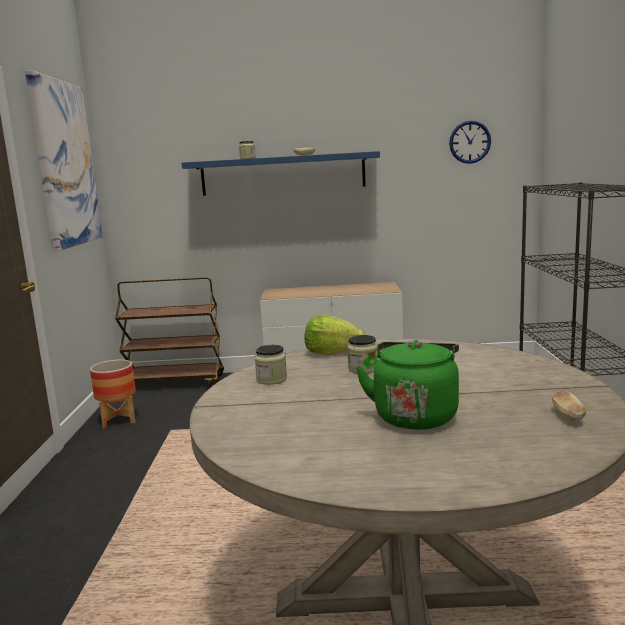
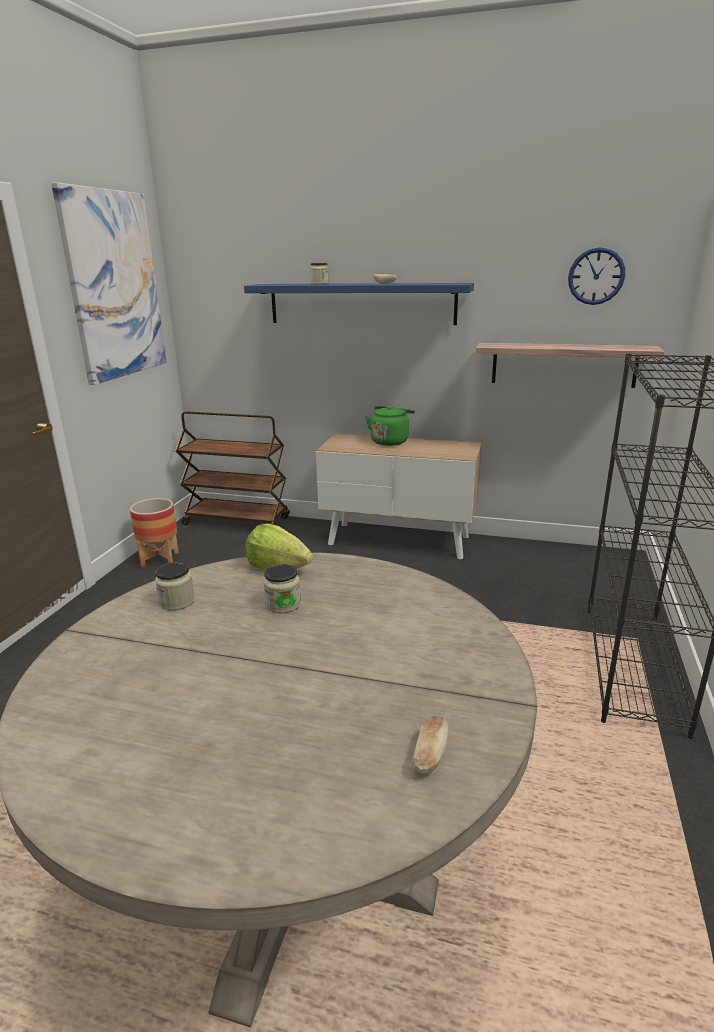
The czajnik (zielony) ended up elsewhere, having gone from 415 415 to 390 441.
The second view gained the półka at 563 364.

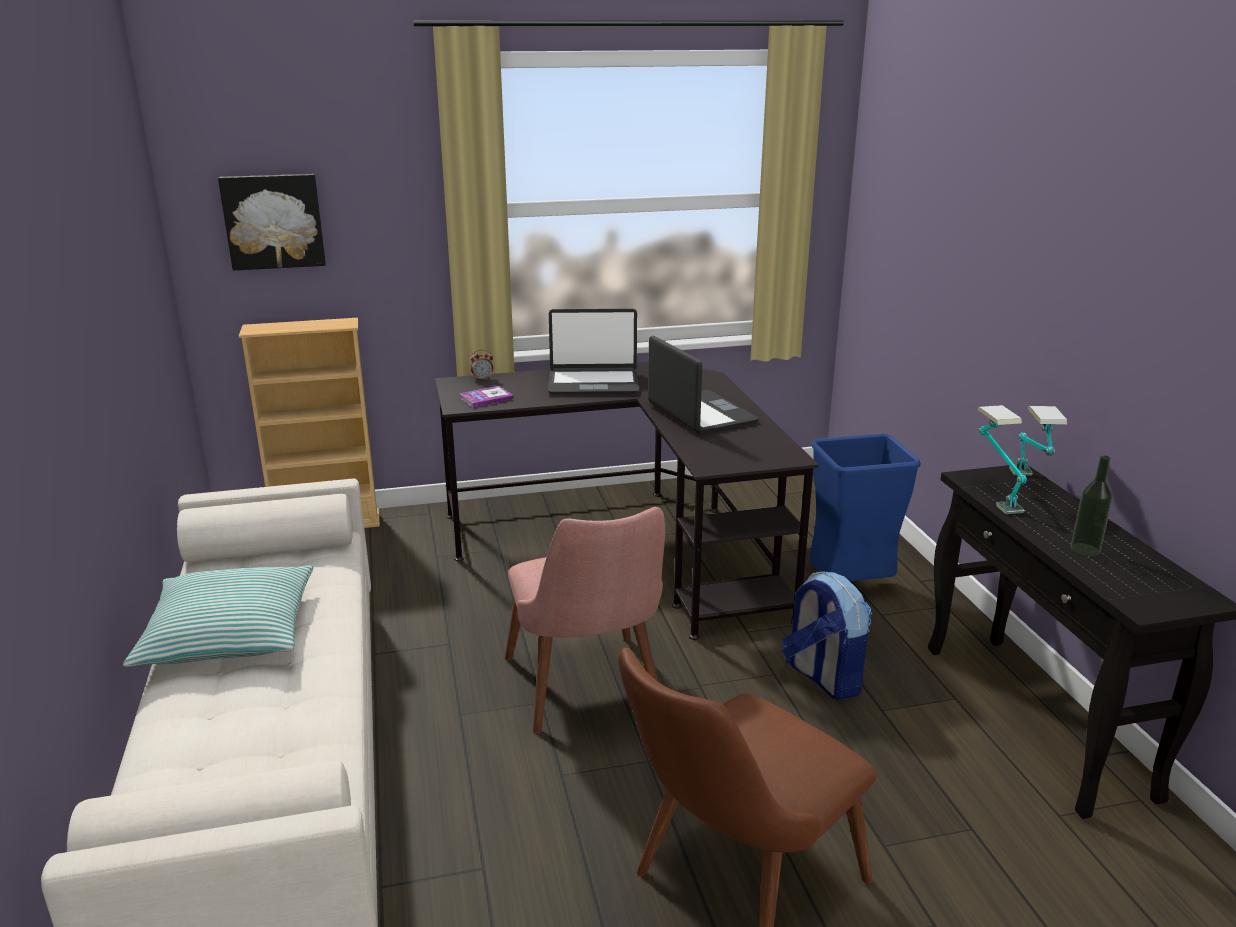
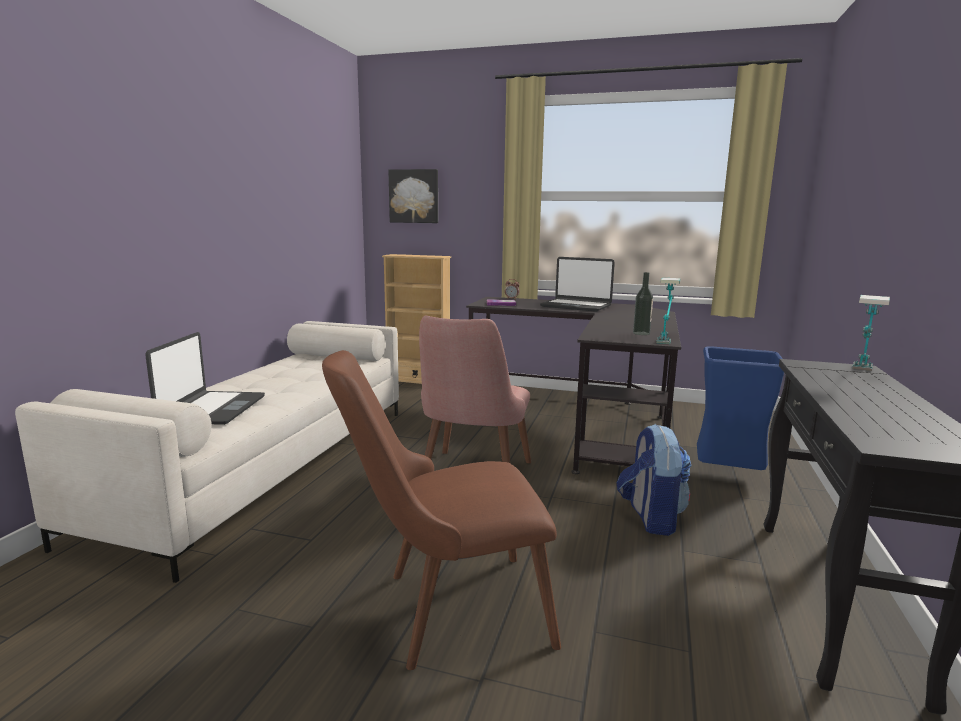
The laptop ended up elsewhere, having gone from 700 414 to 212 409.
The butelka ended up elsewhere, having gone from 1085 550 to 641 333.
The lampa stołowa ended up elsewhere, having gone from 993 495 to 664 338.
The second view lost the poduszka at 229 633.

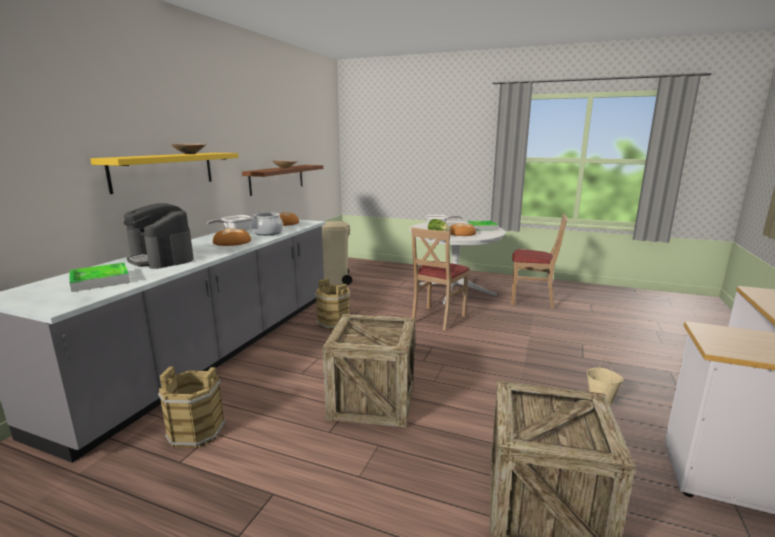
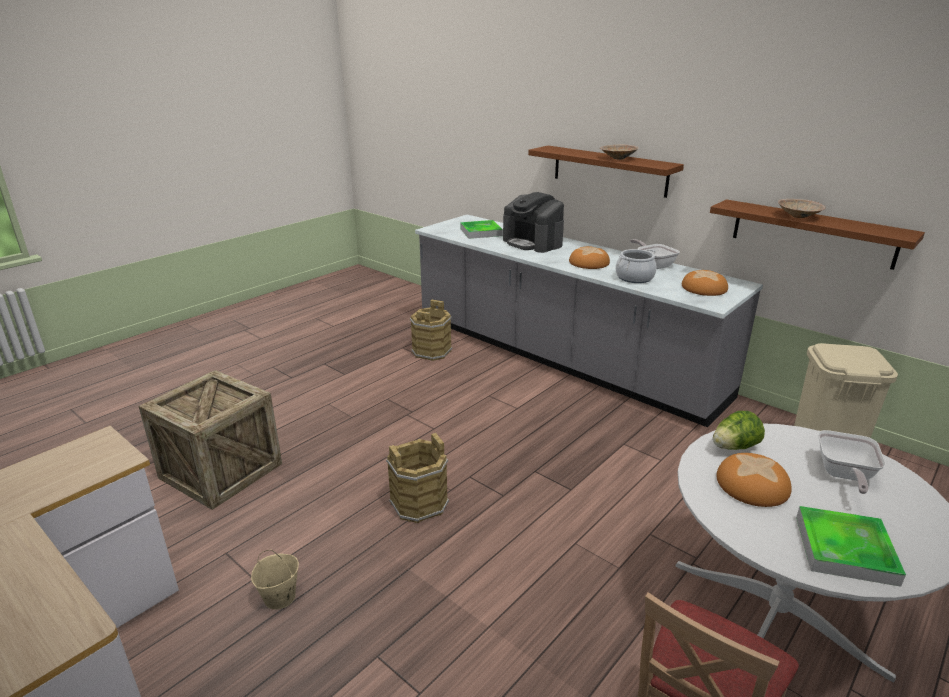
The wiadro (brązowy) ended up elsewhere, having gone from 334 322 to 419 504.
The ekspres do kawy at 162 259 ended up facing another way, 105 degrees counterclockwise from before.
What was the półka (żółty) at 164 171 turned into the półka (brązowy) at 609 170.
The second view lost the skrzynka at 372 400.
The second view lost the krzesło (beżowy) at 437 318.

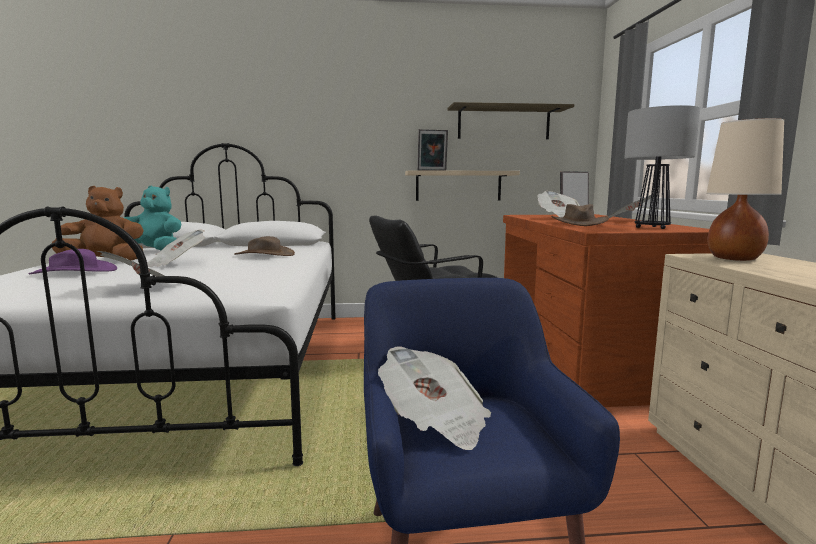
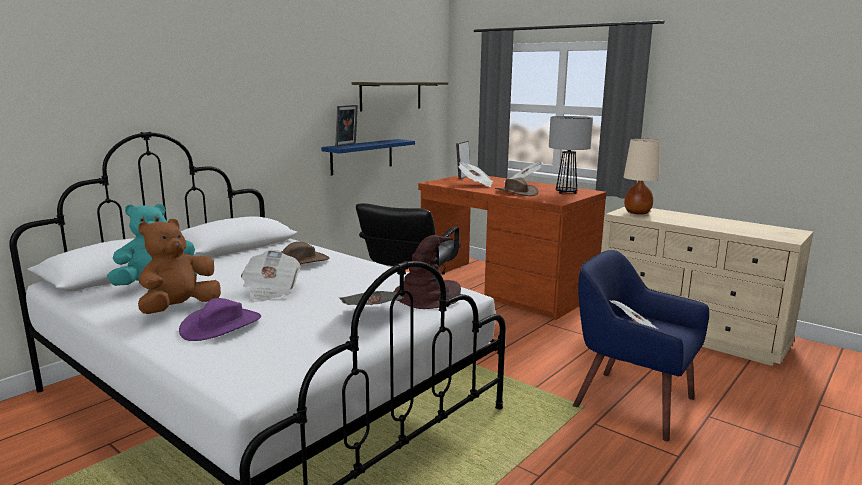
What was the półka (beżowy) at 458 186 turned into the półka (niebieski) at 362 156.
The second view gained the kapelusz (brązowy) at 427 296.

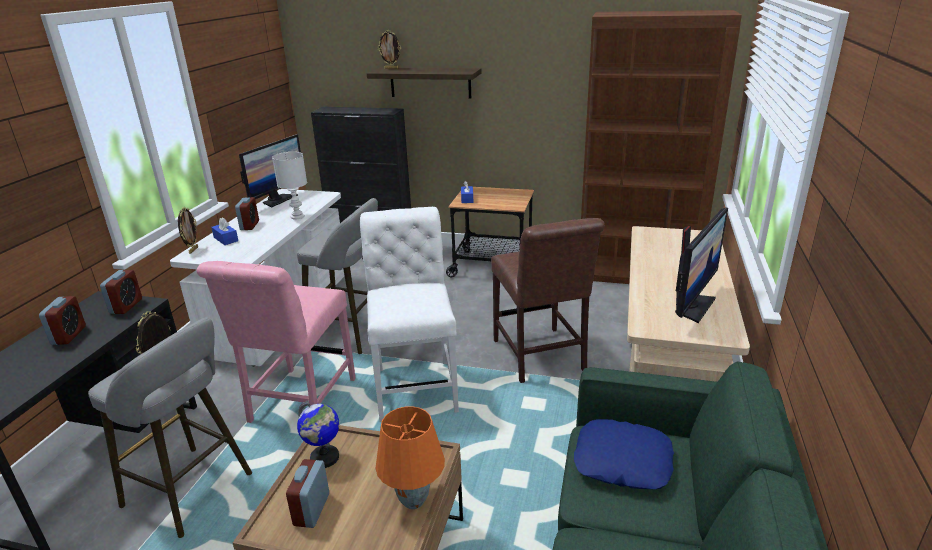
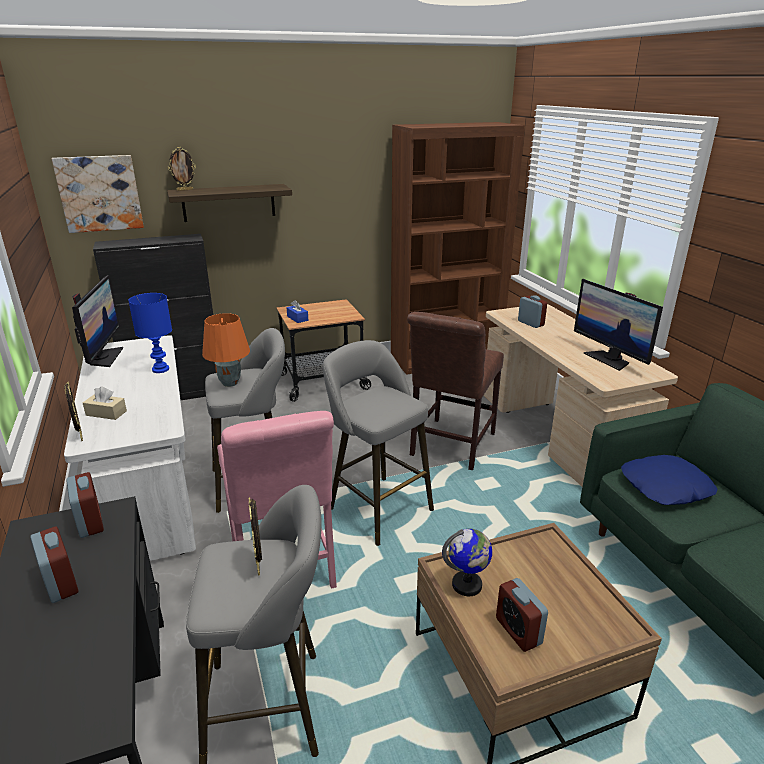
The second view gained the obraz at 99 193.
What was the pudełko chusteczek (niebieski) at 226 239 turned into the pudełko chusteczek (beżowy) at 106 413.
What was the lampa stołowa (biały) at 297 217 turned into the lampa stołowa (niebieski) at 161 369.
The lampa stołowa (pomarańczowy) ended up elsewhere, having gone from 414 501 to 230 383.
Where the krzesło (biały) stood at 416 386, the stołek (szary) came to stand at 376 507.
The krzesło (brązowy) at 540 358 ended up facing another way, 75 degrees clockwise from before.
The budzik ended up elsewhere, having gone from 249 225 to 530 323.
The monitor at 692 306 ended up facing another way, 150 degrees clockwise from before.

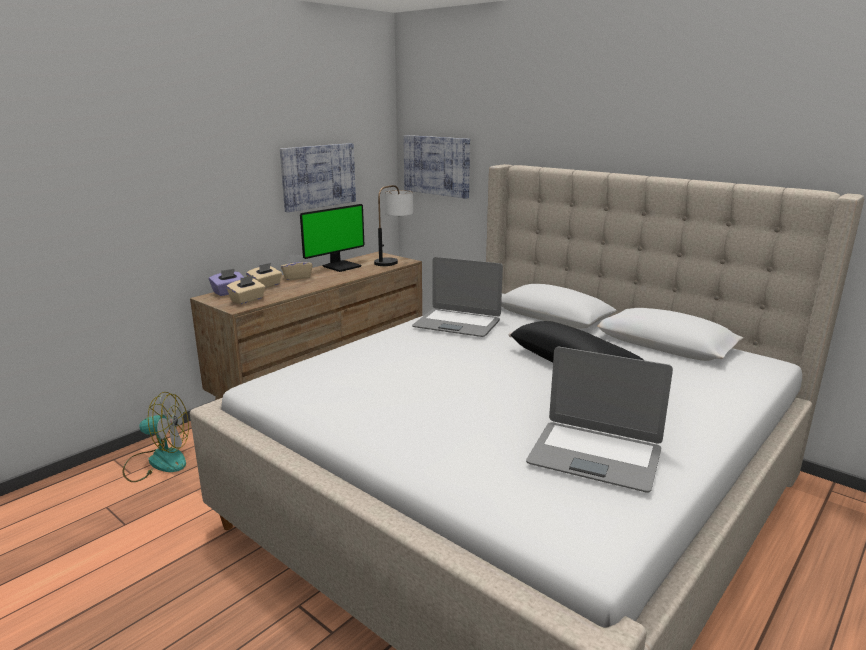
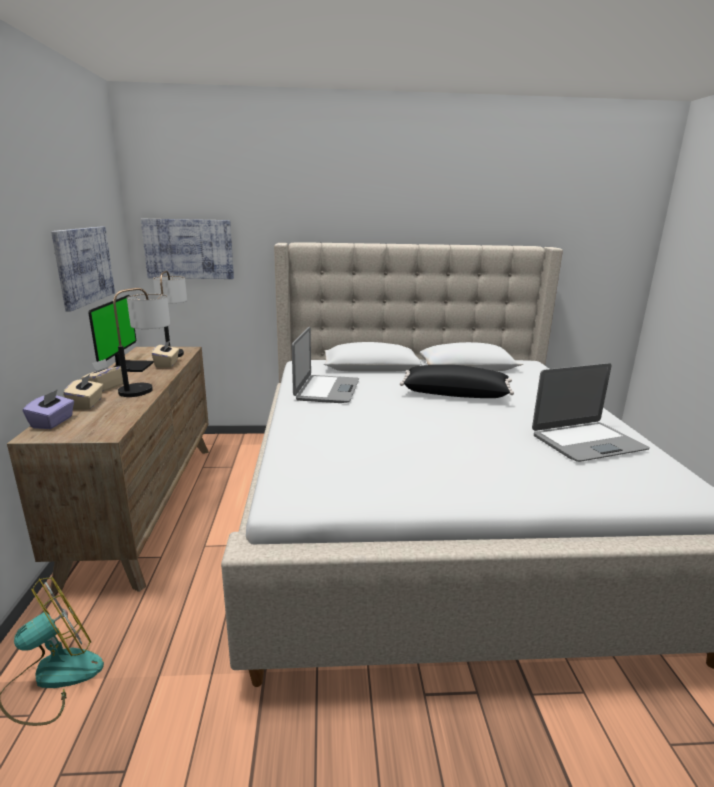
The second view gained the lampa stołowa at 149 386.
The pudełko chusteczek (beżowy) ended up elsewhere, having gone from 247 300 to 167 364.
The laptop at 457 324 ended up facing another way, 60 degrees counterclockwise from before.

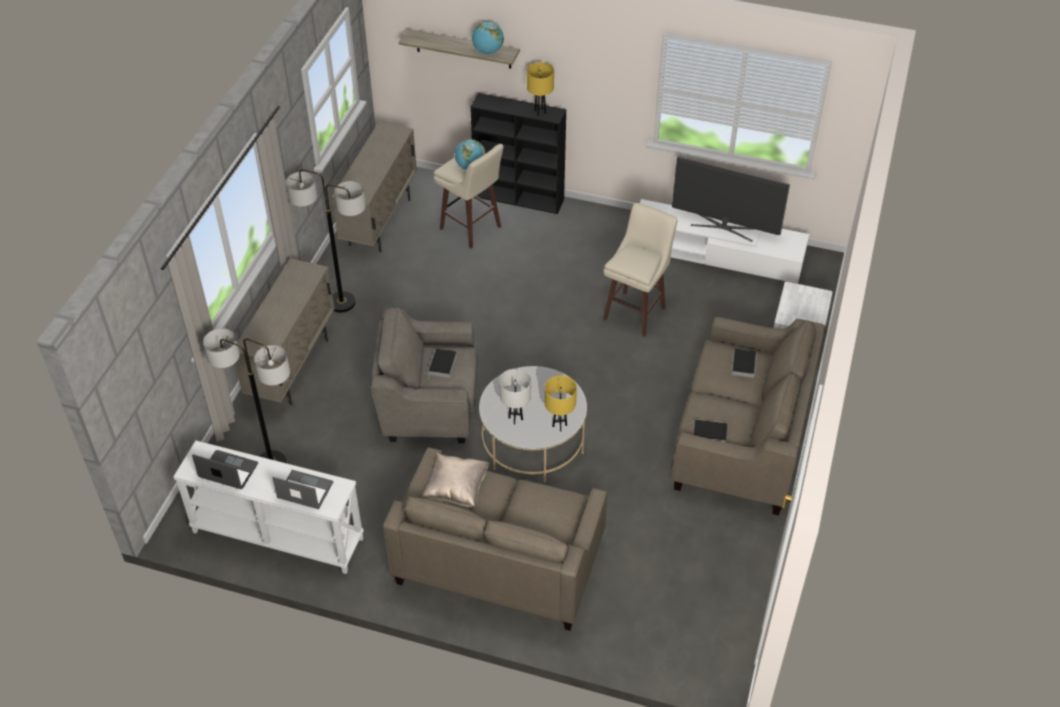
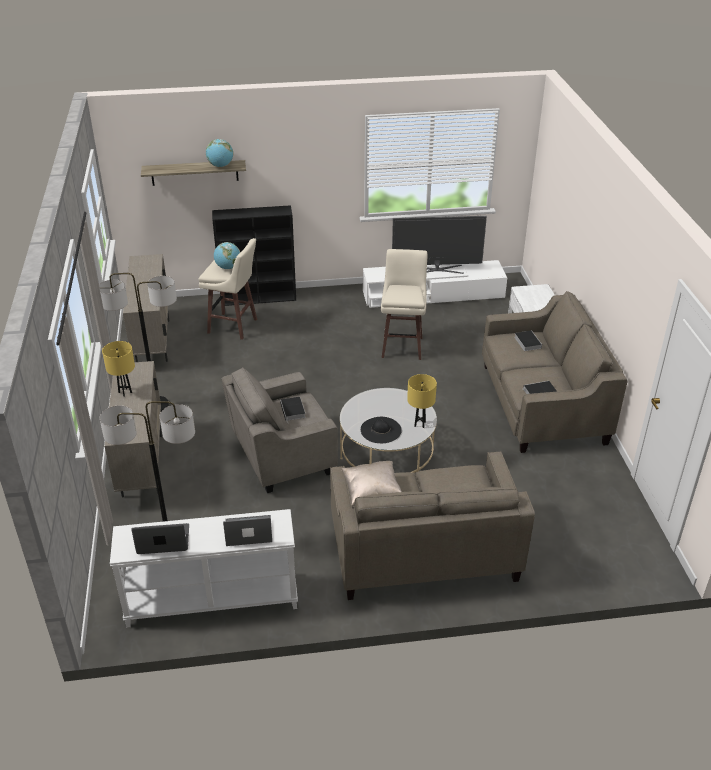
The lampa stołowa (żółty) ended up elsewhere, having gone from 540 112 to 125 392.
Where the lampa stołowa (biały) stood at 515 418, the kapelusz (czarny) came to stand at 381 430.

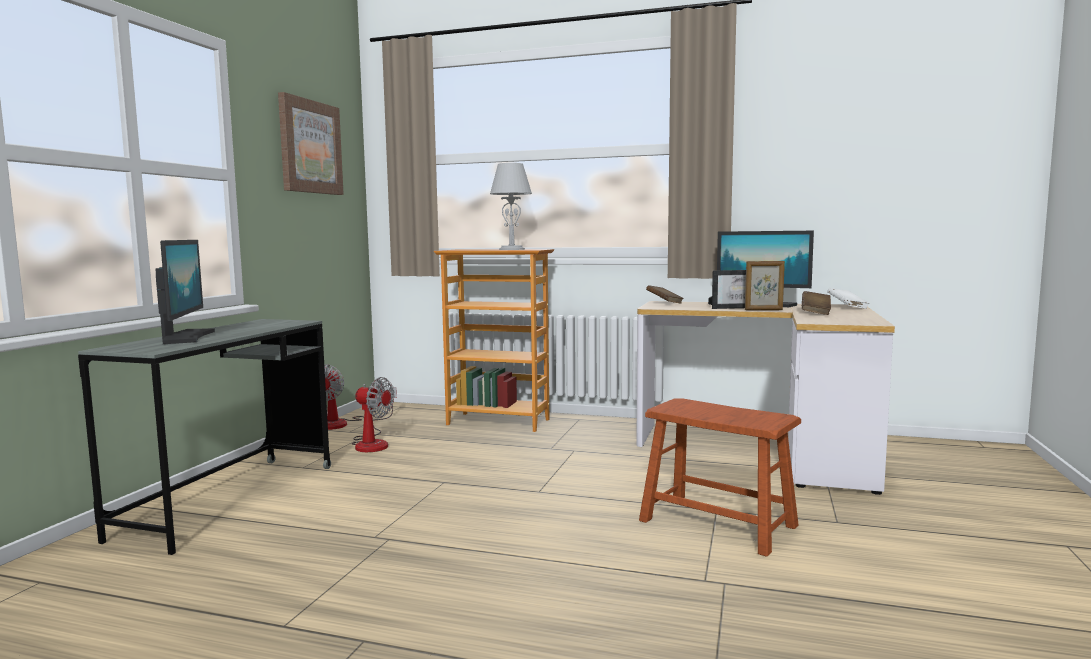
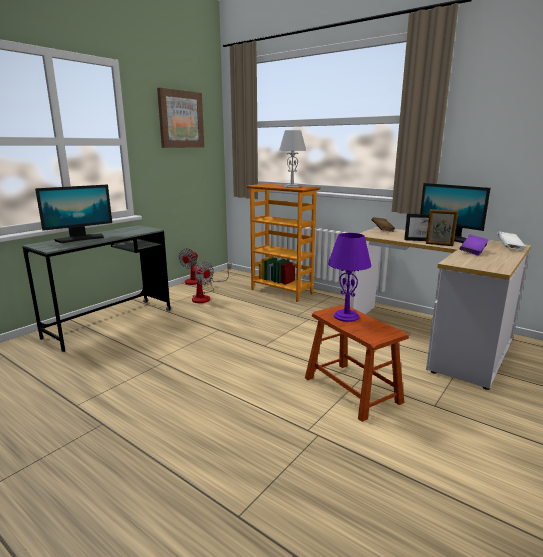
The monitor at 186 337 ended up facing another way, 45 degrees clockwise from before.
The second view gained the lampa stołowa (fioletowy) at 346 316.
What was the książka (brązowy) at 815 312 turned into the książka (fioletowy) at 473 252.

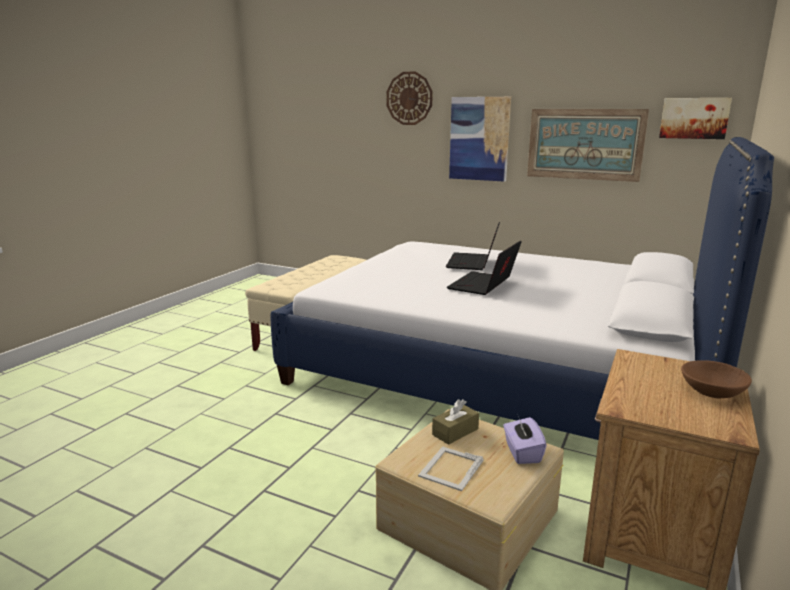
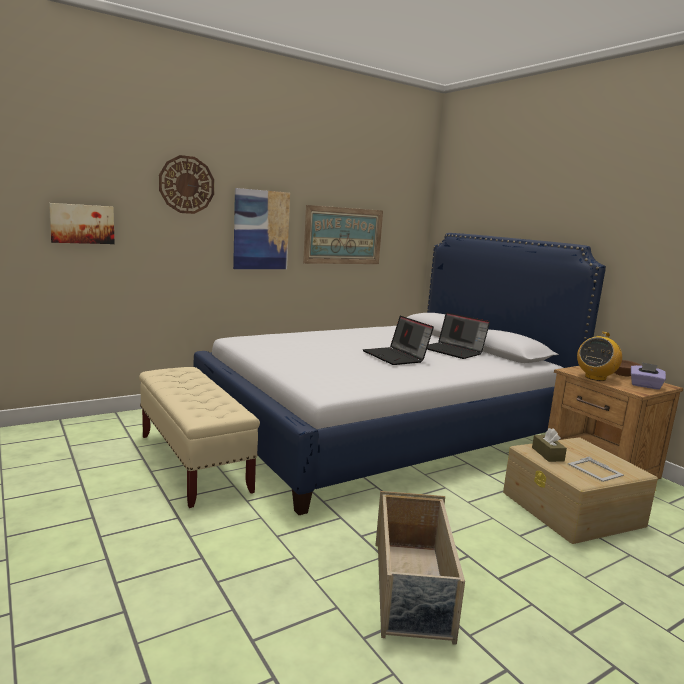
The obraz ended up elsewhere, having gone from 694 118 to 82 224.
The second view gained the pojemnik do przechowywania (beżowy) at 412 589.
The laptop ended up elsewhere, having gone from 473 263 to 454 351.
The second view gained the radio at 595 377.
The pudełko chusteczek (fioletowy) ended up elsewhere, having gone from 522 452 to 645 386.

